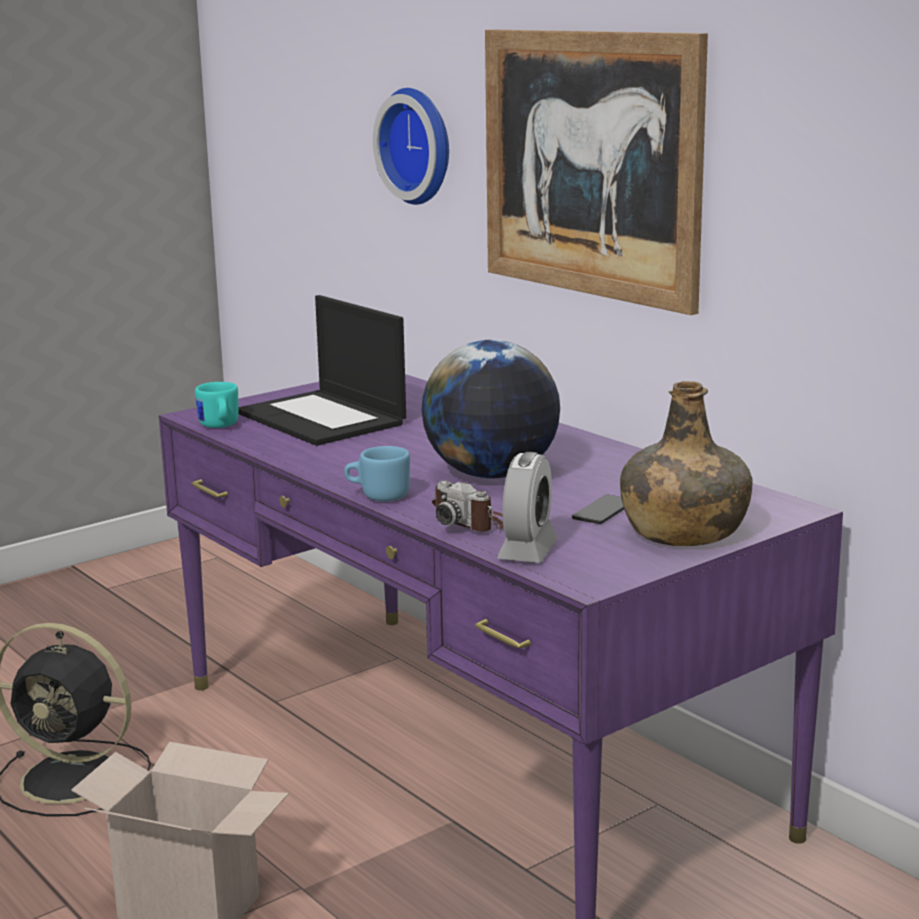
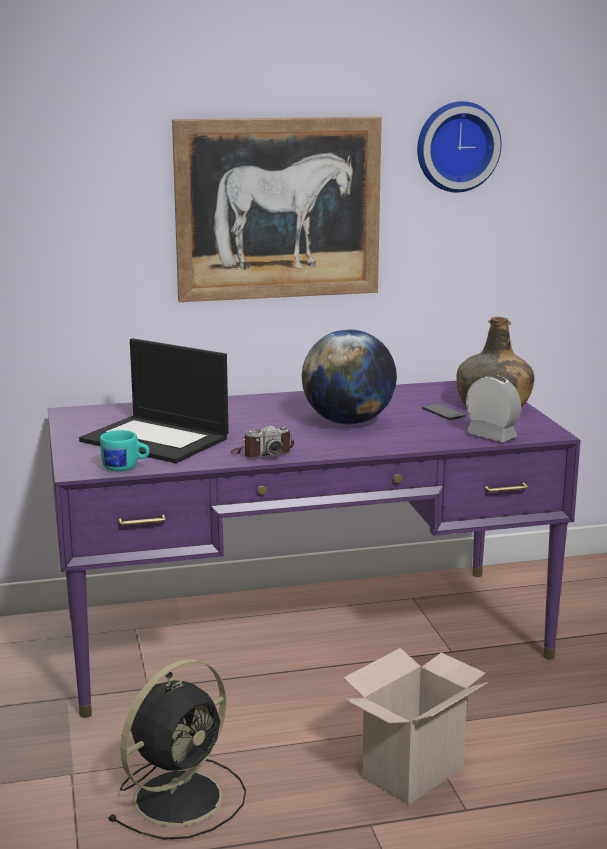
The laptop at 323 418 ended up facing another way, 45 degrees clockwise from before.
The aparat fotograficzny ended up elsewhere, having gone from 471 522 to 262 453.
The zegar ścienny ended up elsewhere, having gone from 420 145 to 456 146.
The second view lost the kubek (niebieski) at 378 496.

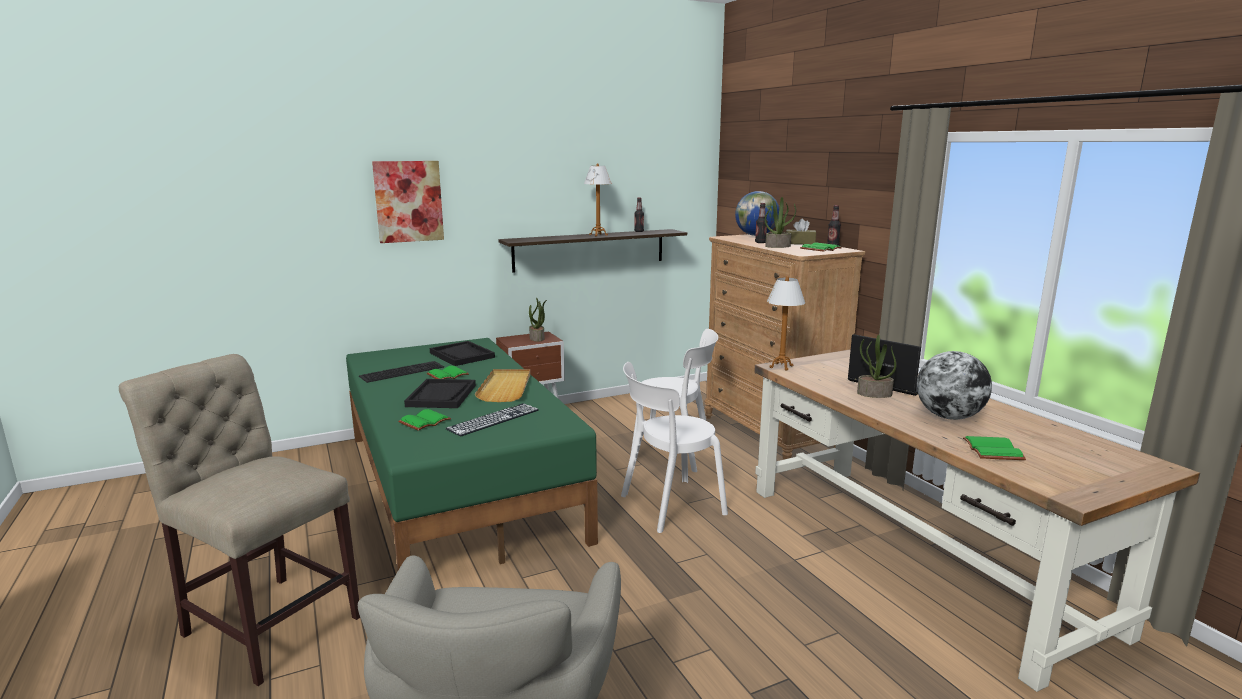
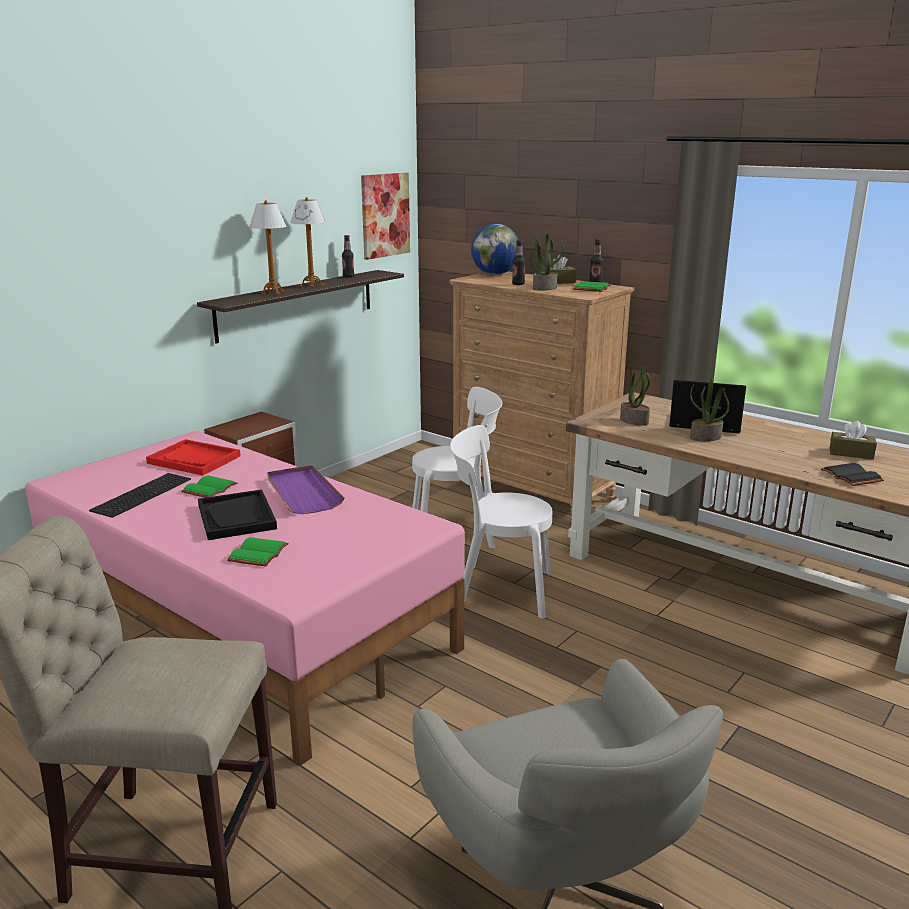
What was the łóżko (zielony) at 459 483 turned into the łóżko (różowy) at 244 620.
What was the taca (czarny) at 462 355 turned into the taca (czerwony) at 194 459.
The lampa stołowa ended up elsewhere, having gone from 781 367 to 272 293.
What was the taca (beżowy) at 505 387 turned into the taca (fioletowy) at 303 493.
The obraz ended up elsewhere, having gone from 408 201 to 385 215.
The krzesło (biały) at 668 505 ended up facing another way, 60 degrees clockwise from before.
The roślina doniczkowa ended up elsewhere, having gone from 537 338 to 634 421.
What was the książka (zielony) at 994 451 turned into the książka (czarny) at 853 476.
The second view gained the pudełko chusteczek (brązowy) at 851 453.
The second view lost the klawiatura at 493 419.
The second view lost the globus at 948 417.

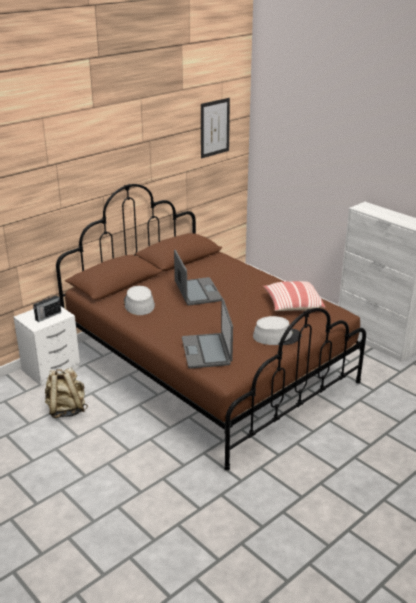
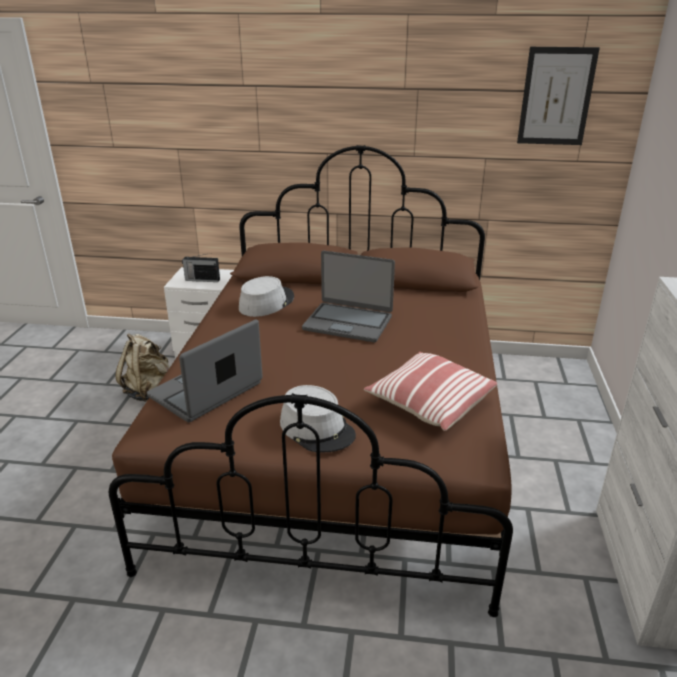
The laptop at 197 292 ended up facing another way, 75 degrees clockwise from before.

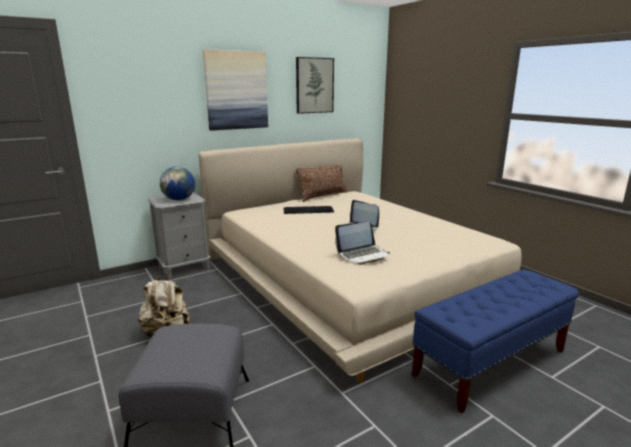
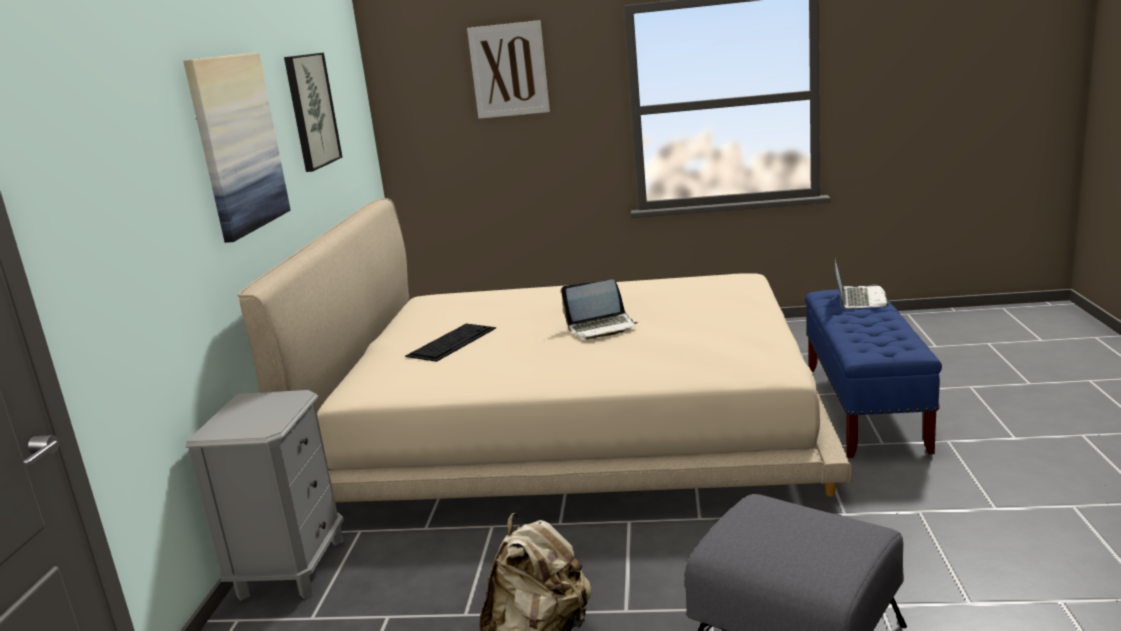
The second view gained the obraz at 509 70.
The laptop ended up elsewhere, having gone from 363 255 to 859 299.
The second view lost the globus at 179 199.
The second view lost the poduszka (brązowy) at 323 196.

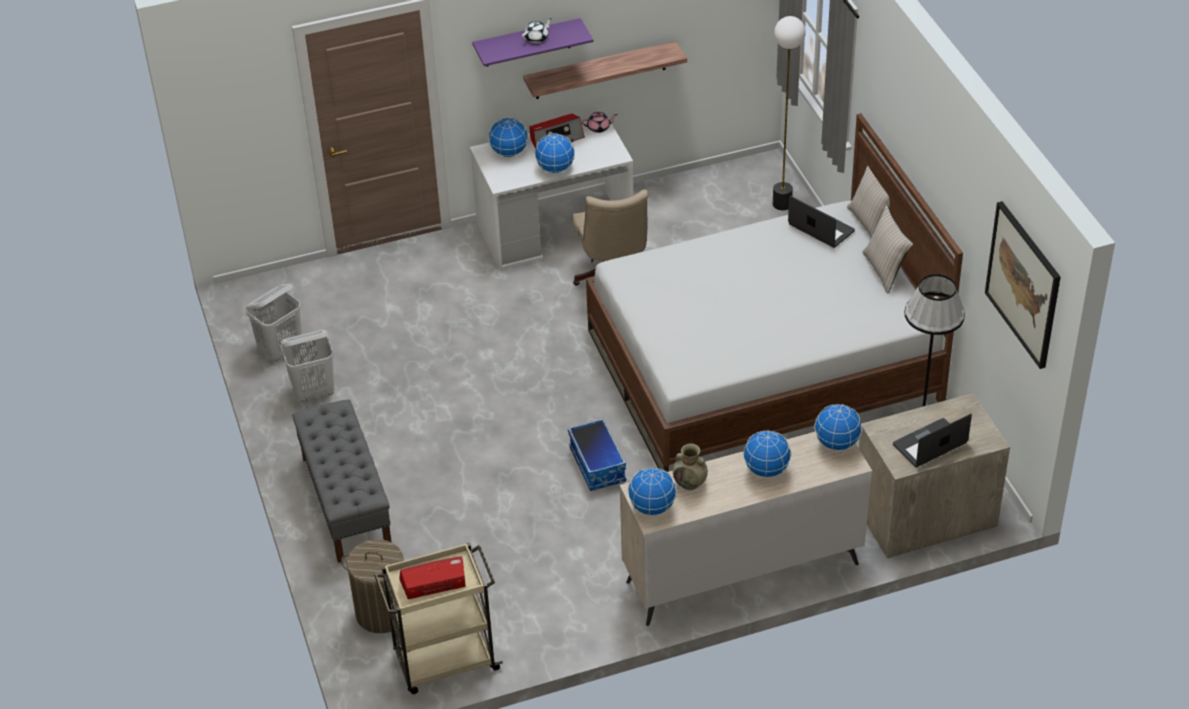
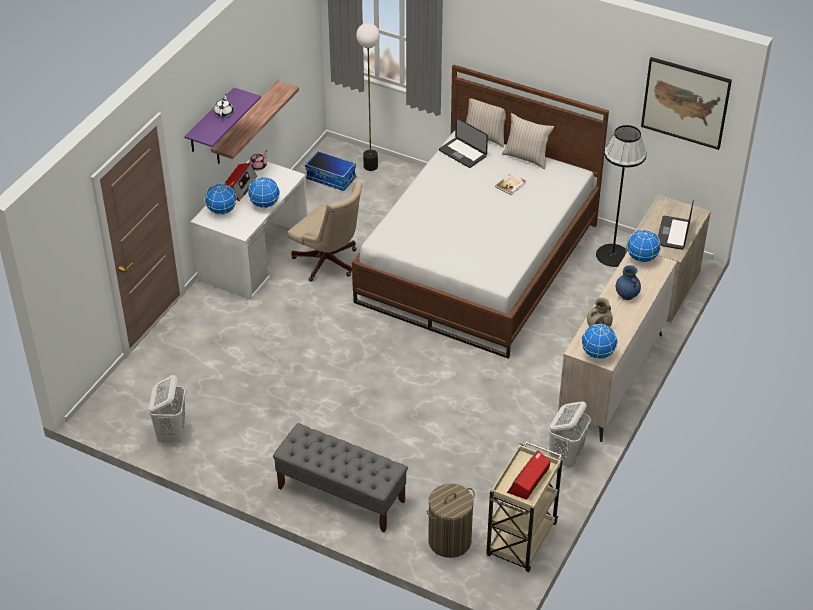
The pojemnik do przechowywania ended up elsewhere, having gone from 598 465 to 331 178.
The laptop at 821 228 ended up facing another way, 135 degrees counterclockwise from before.
The second view gained the książka at 511 185.
The kosz na pranie (biały) ended up elsewhere, having gone from 314 392 to 566 456.
Where the globus stood at 766 470, the wazon (niebieski) came to stand at 626 295.

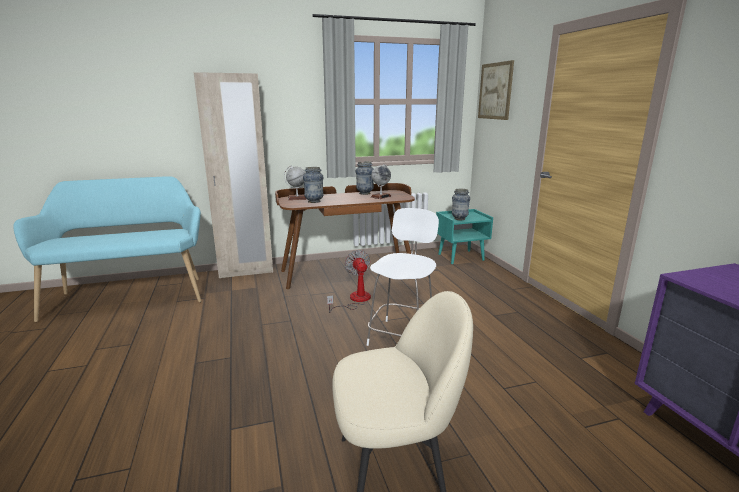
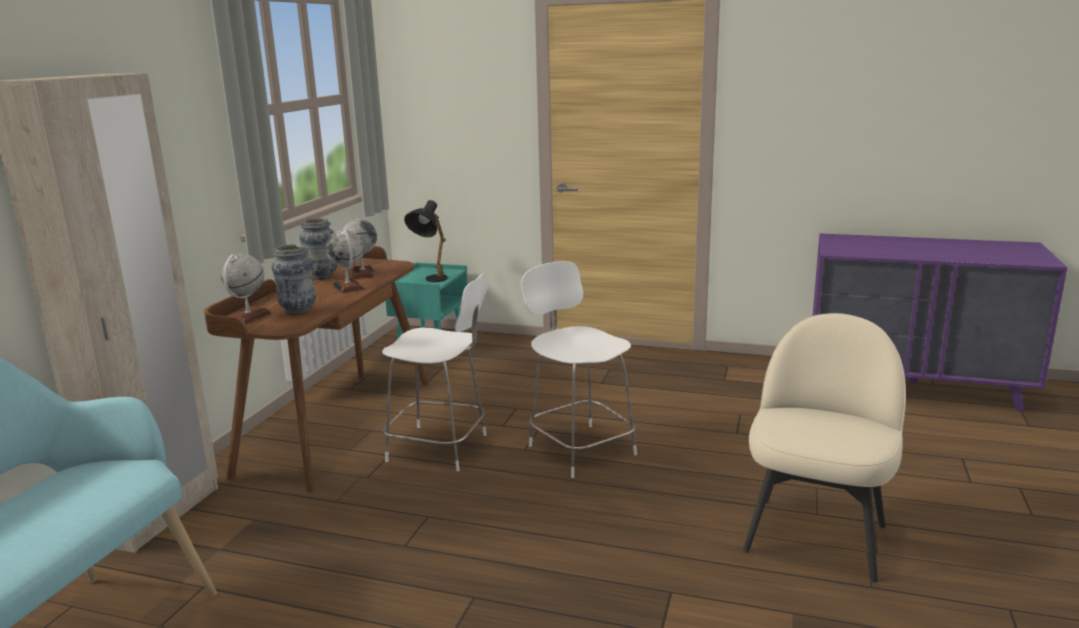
The second view gained the globus at 348 287.
Where the wentylator stood at 355 300, the krzesło (biały) came to stand at 441 448.
Where the wazon stood at 459 219, the lampa stołowa (czarny) came to stand at 431 281.
The second view lost the obraz at 495 91.

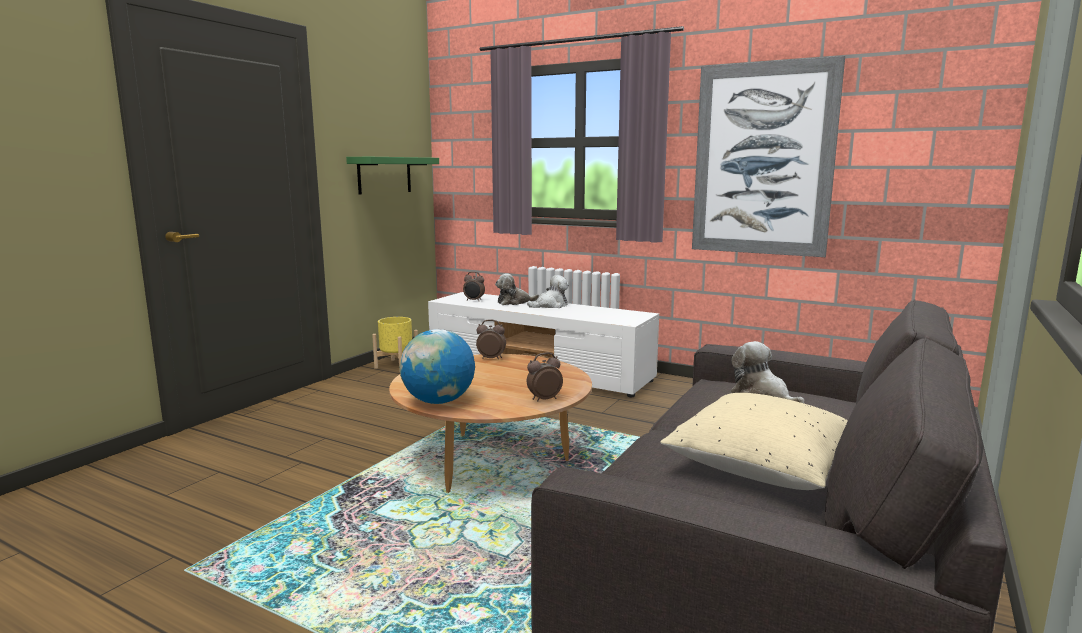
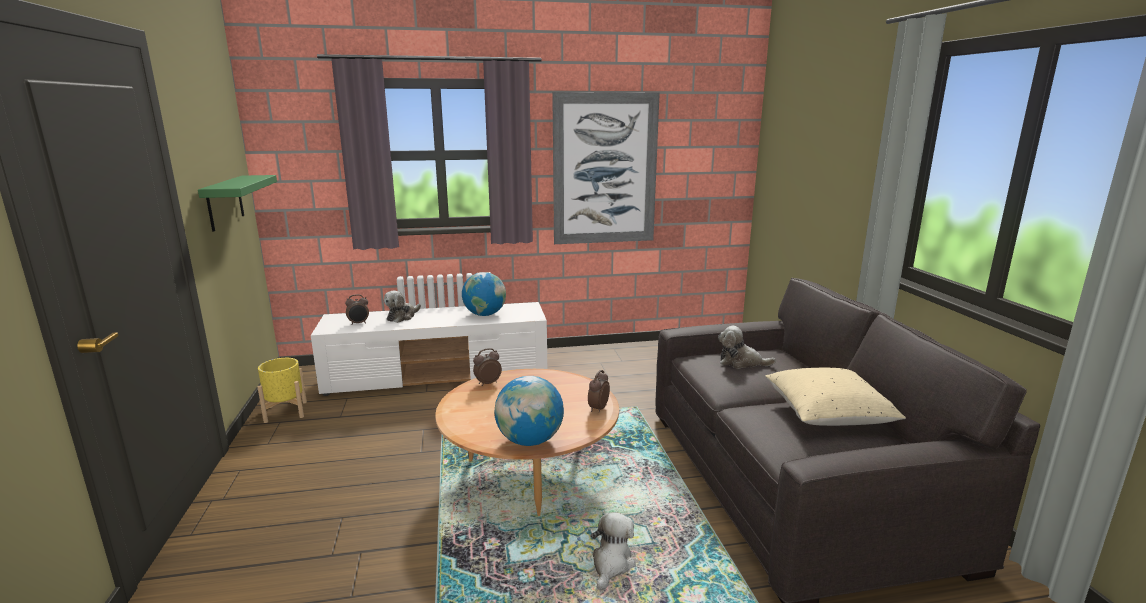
The second view gained the globus at 485 314.
The pluszak ended up elsewhere, having gone from 550 305 to 611 564.

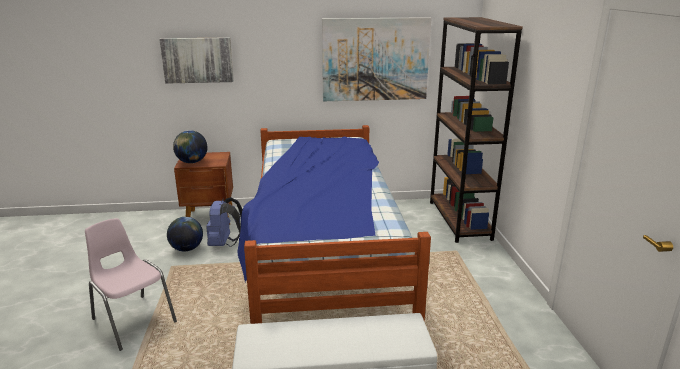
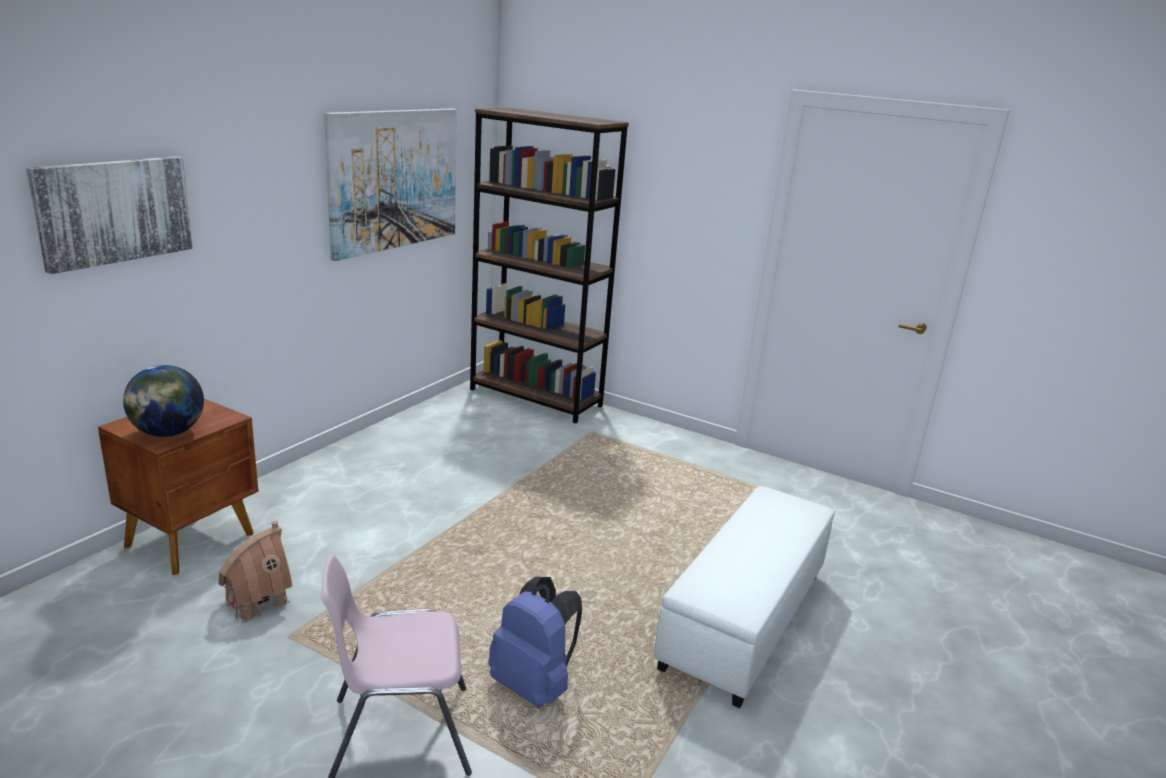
Where the globus stood at 187 249, the domek came to stand at 256 601.
The plecak (niebieski) ended up elsewhere, having gone from 224 244 to 534 685.
The second view lost the łóżko at 323 262.

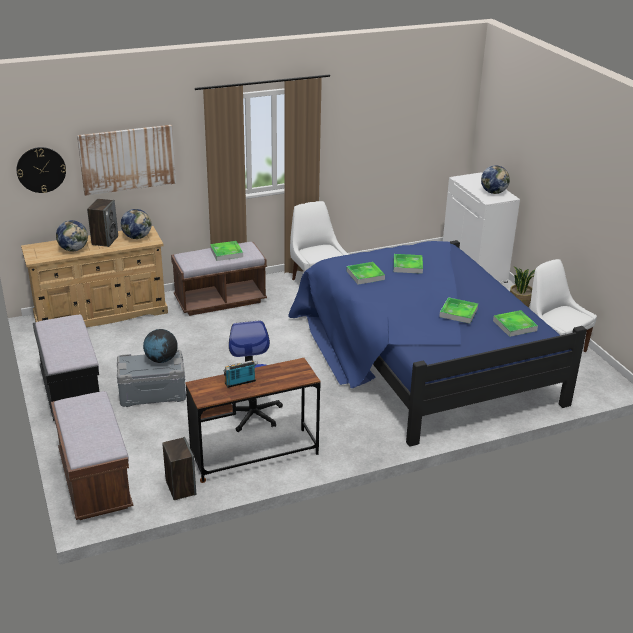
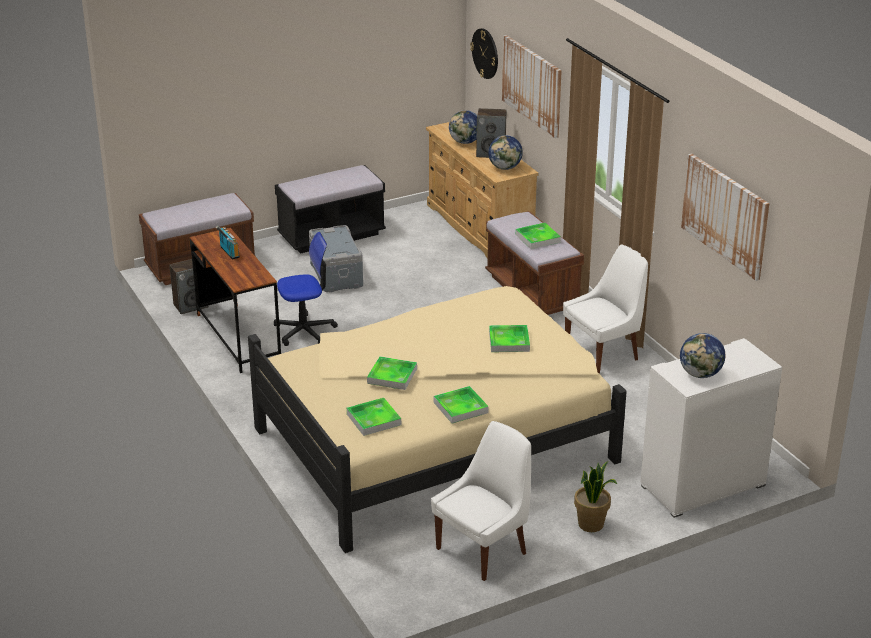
What was the łóżko (niebieski) at 422 357 turned into the łóżko (beżowy) at 437 437.
The taca ended up elsewhere, having gone from 365 275 to 460 407.
The second view gained the obraz at 725 215.
The second view lost the globus at 161 360.

